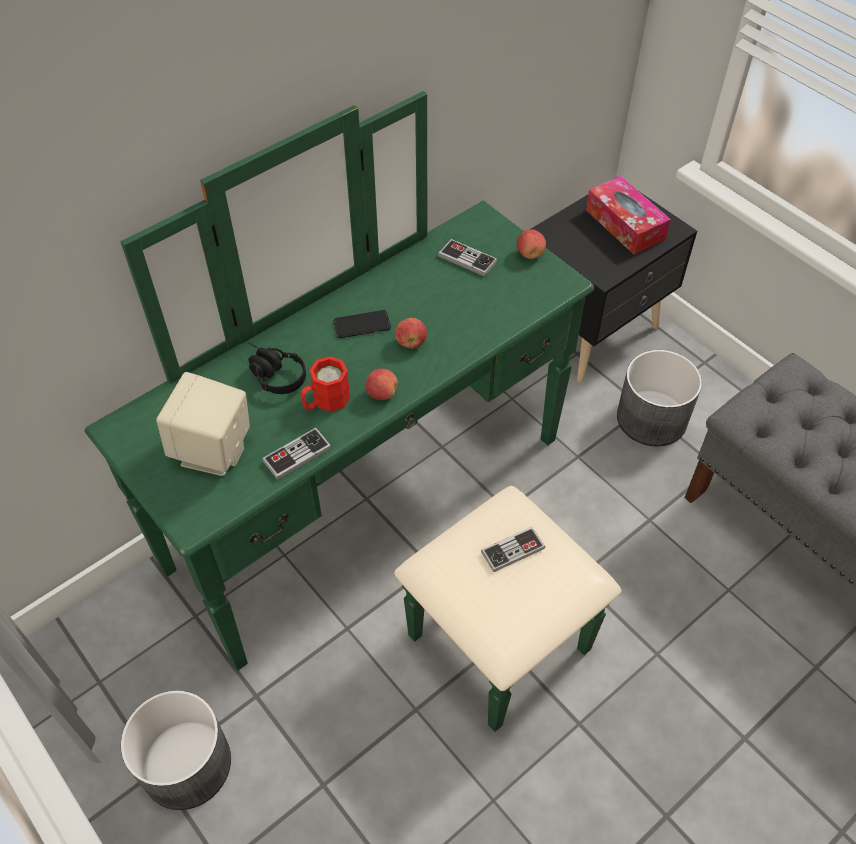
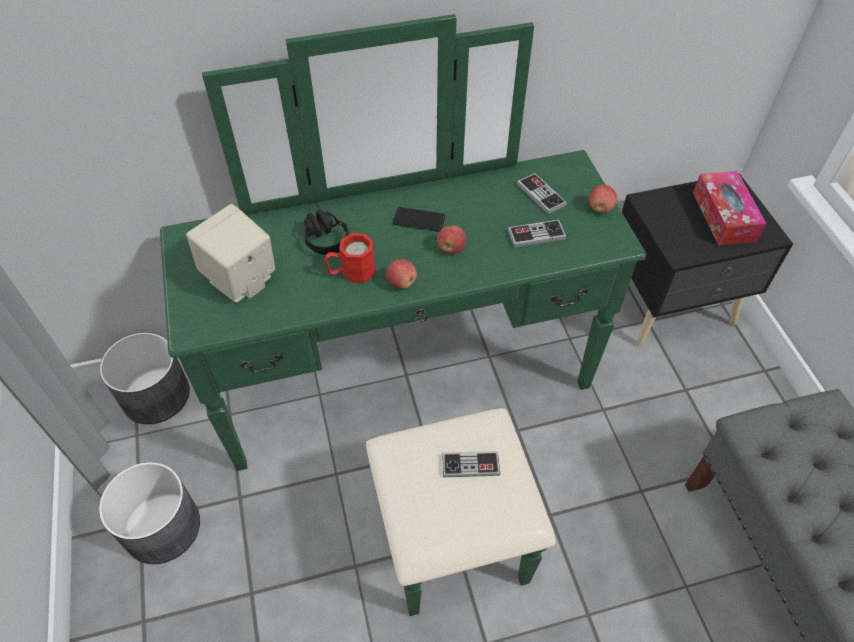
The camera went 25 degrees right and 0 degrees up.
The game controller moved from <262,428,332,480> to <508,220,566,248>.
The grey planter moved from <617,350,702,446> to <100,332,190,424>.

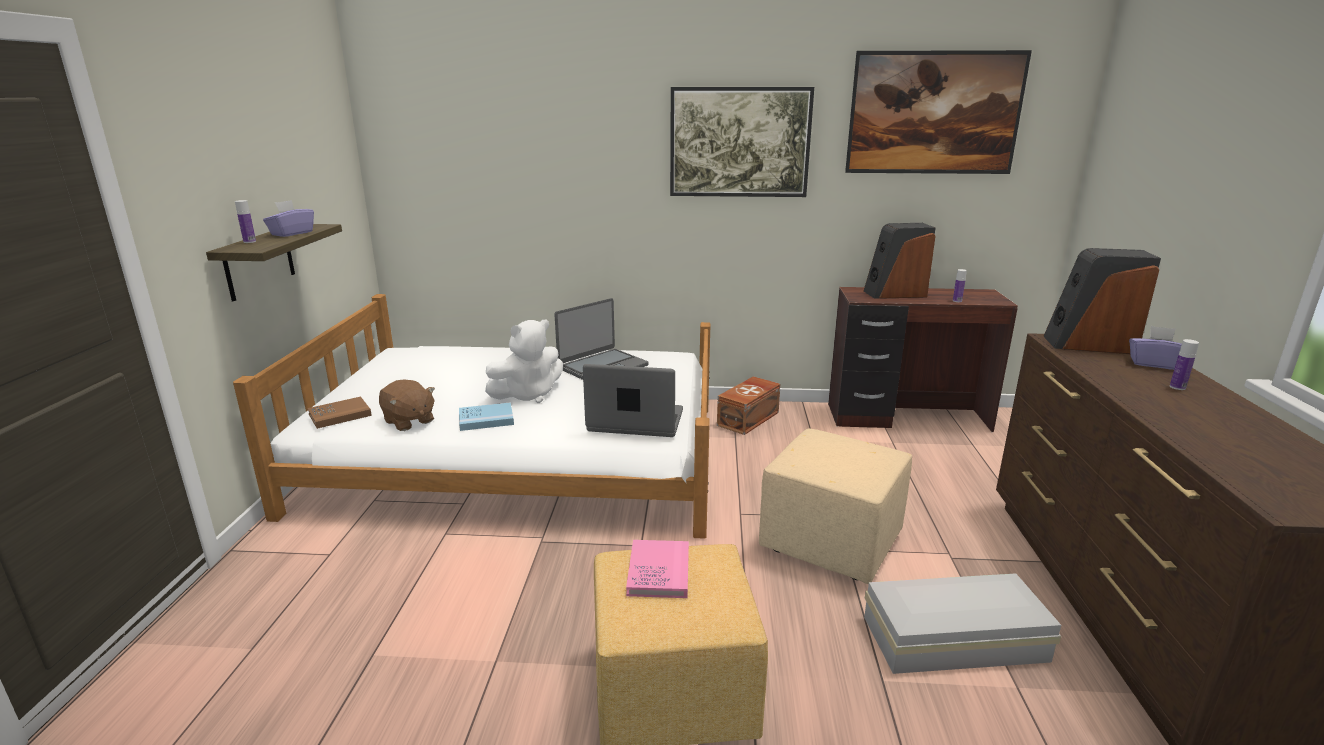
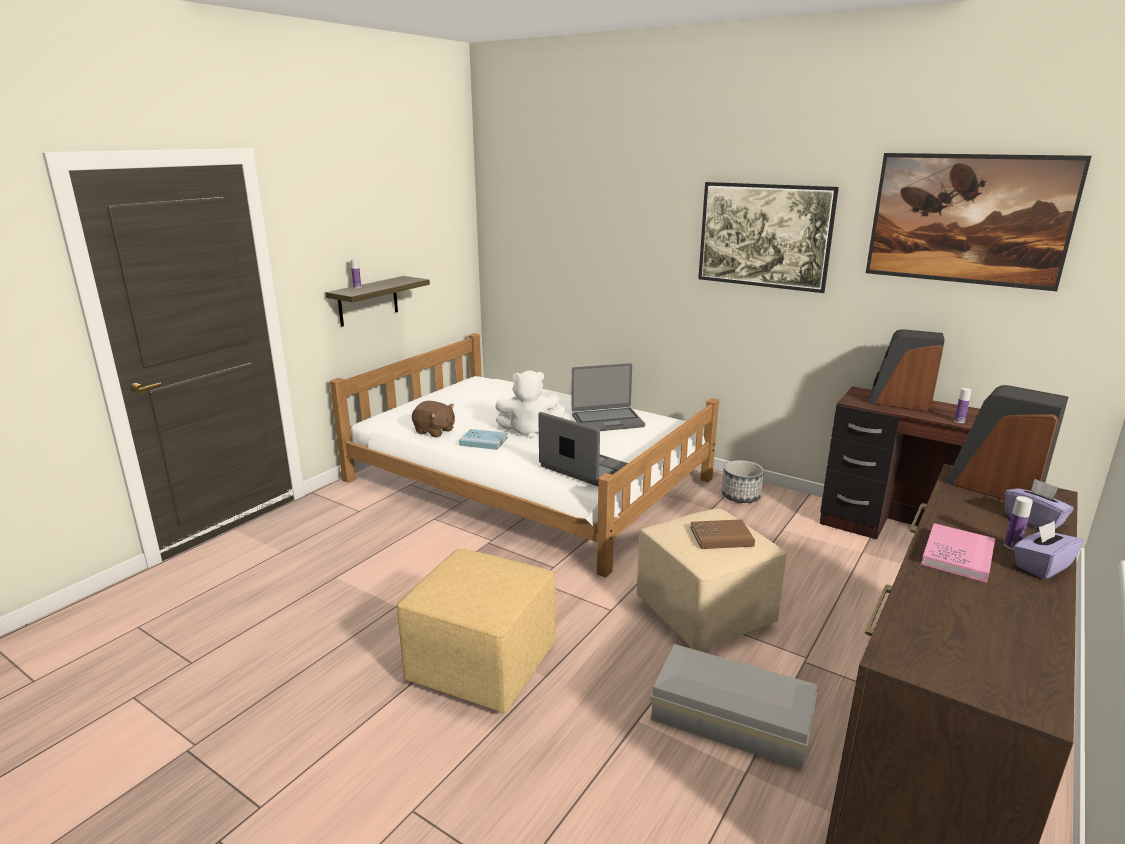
The camera went 30 degrees right and 0 degrees up.
The purple tissue box moved from <263,200,314,237> to <1014,521,1083,579>.
The brown book moved from <308,396,372,429> to <690,519,755,549>.
The brown plush toy at <379,380,435,431> turned 45 degrees counterclockwise.
The pink book moved from <626,540,689,598> to <921,523,995,583>.
The brown storage box at <717,376,780,435> was replaced by the planter at <722,460,764,503>.

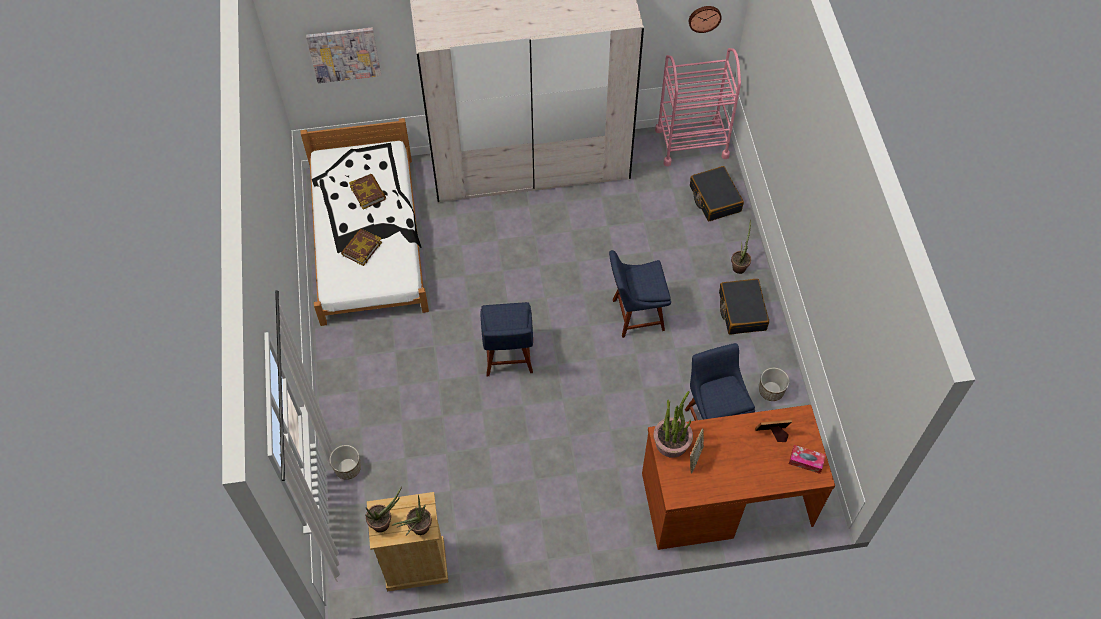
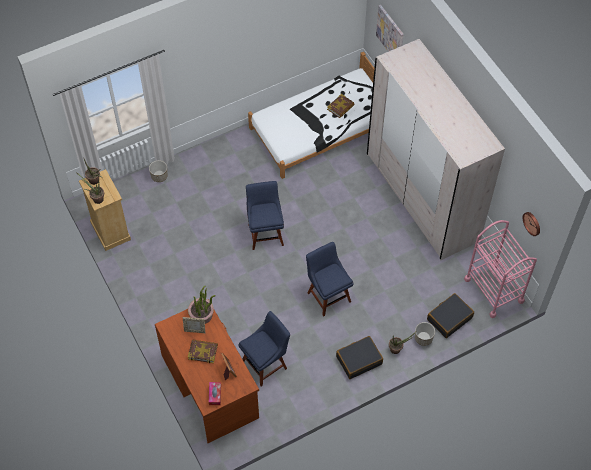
The camera went 70 degrees right and 0 degrees up.
The book moved from <341,229,382,266> to <188,339,218,363>.
The blue chair at <481,302,533,376> turned 105 degrees clockwise.
The planter moved from <759,368,789,401> to <415,322,435,346>.

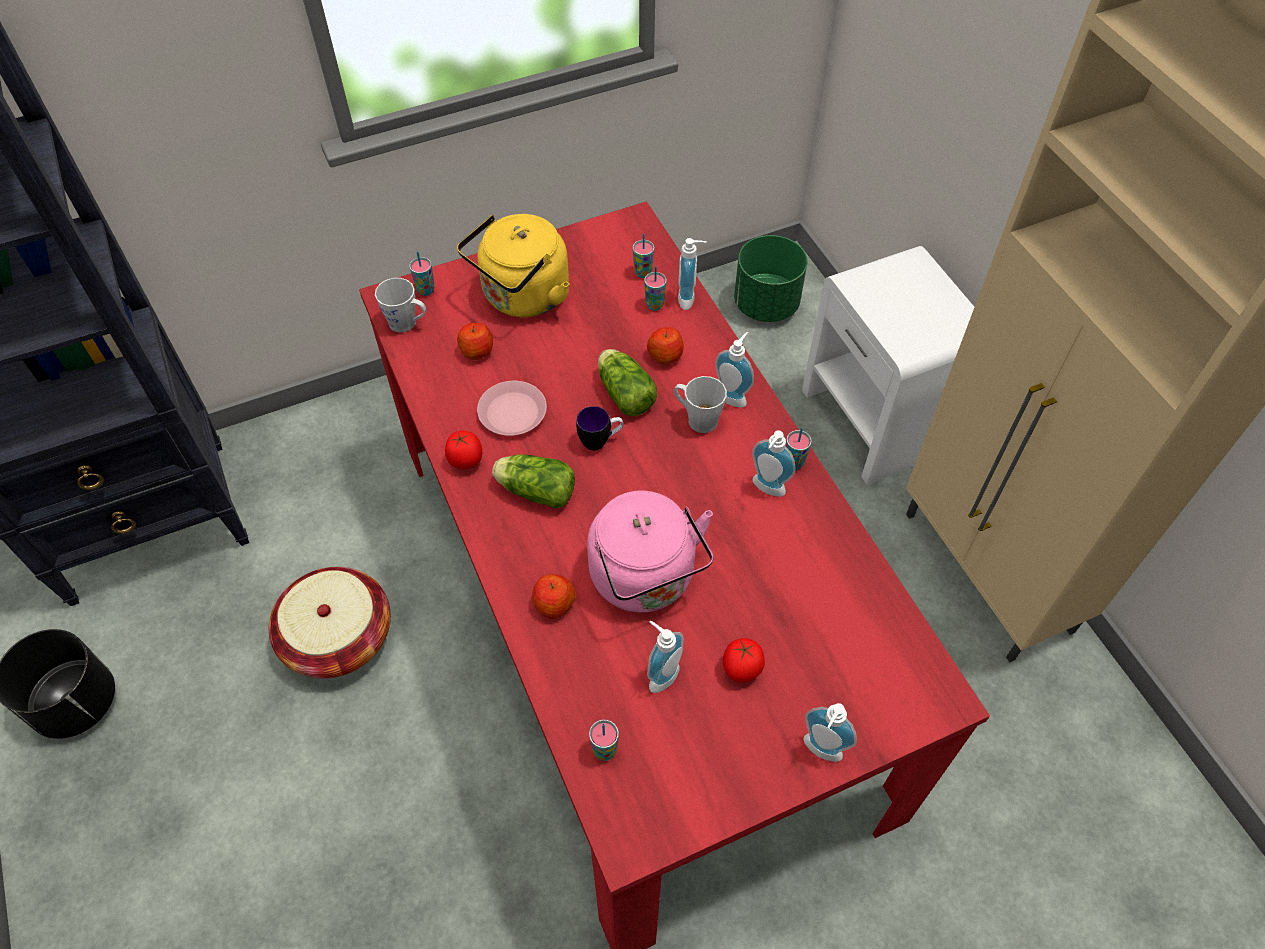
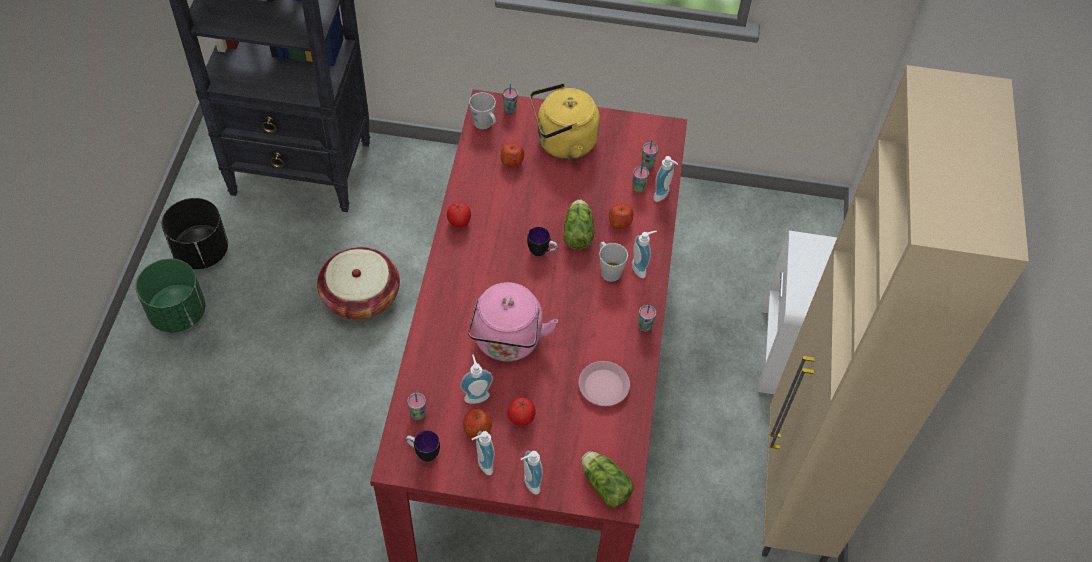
The camera went 30 degrees right and 0 degrees up.
The pink plate moved from <477,381,547,436> to <579,361,630,406>.
The lettuce moved from <492,454,575,509> to <581,451,634,508>.
The apple moved from <532,574,576,619> to <463,408,492,438>.
The green planter moved from <734,235,808,322> to <135,259,206,333>.
The soap dispenser moved from <752,430,795,497> to <472,431,495,475>.
The mug at <406,430,440,462> appeared.

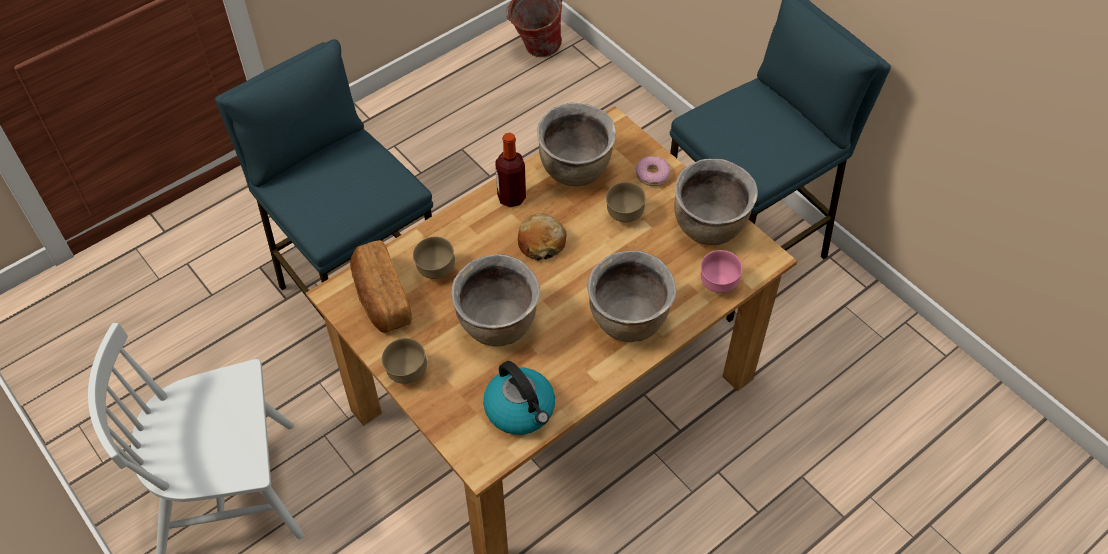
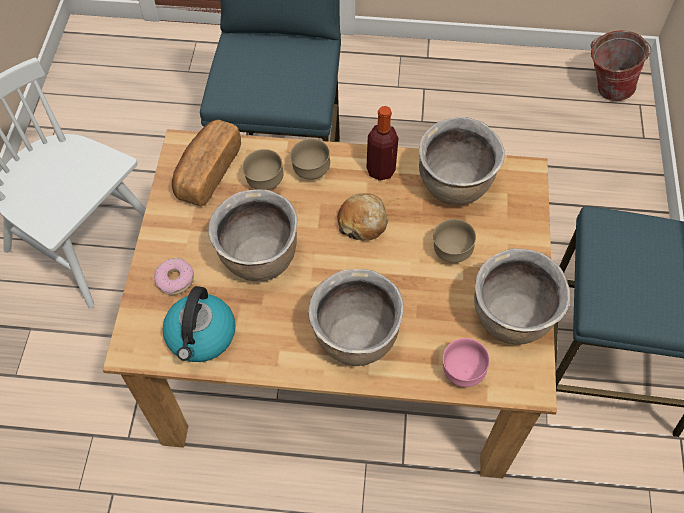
The camera went 45 degrees right and 5 degrees up.
The brown bowl moved from <382,338,427,384> to <290,139,330,179>.
The donut moved from <636,156,670,186> to <154,258,194,295>.

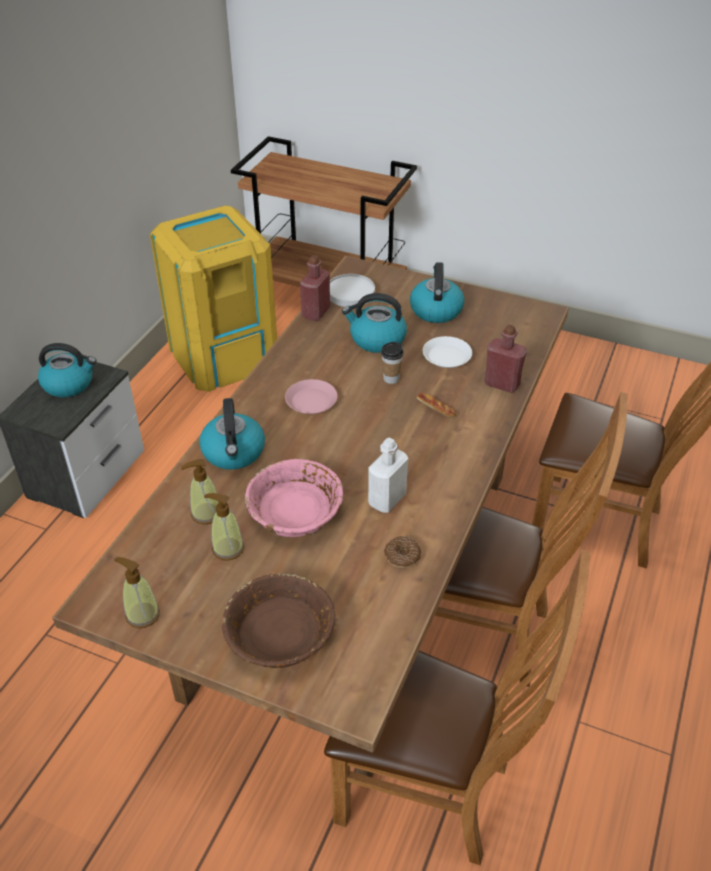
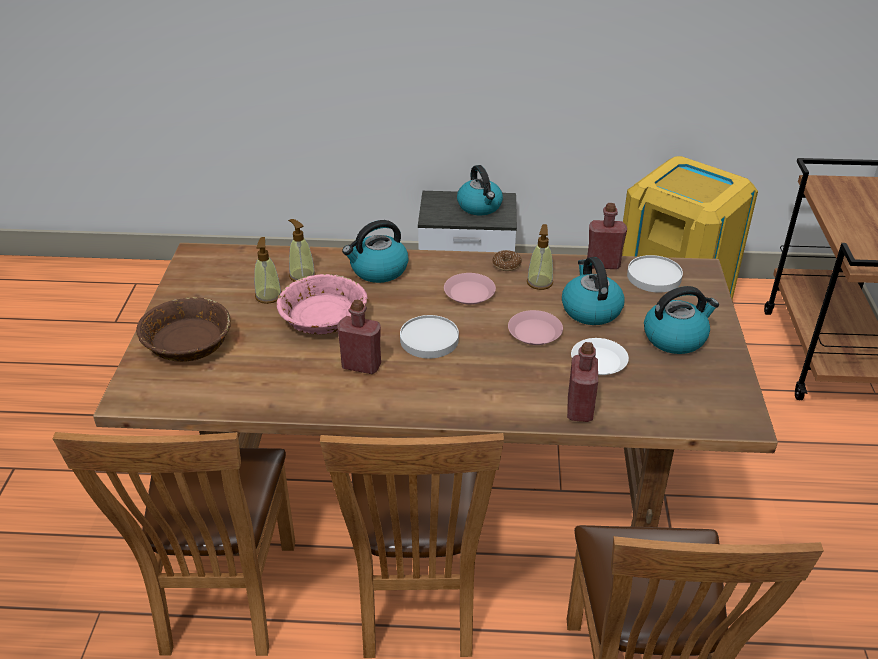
The camera went 70 degrees right and 5 degrees down.
The soap dispenser moved from <114,557,160,628> to <527,224,553,290>.
The white bottle at <368,438,408,513> became the red bottle at <337,300,381,374>.
The cup at <381,342,404,384> was replaced by the pink plate at <508,310,563,345>.
The donut moved from <384,536,421,568> to <492,250,522,271>.
The bread at <417,393,457,418> disappeared.
The white plate at <400,315,459,359> appeared.

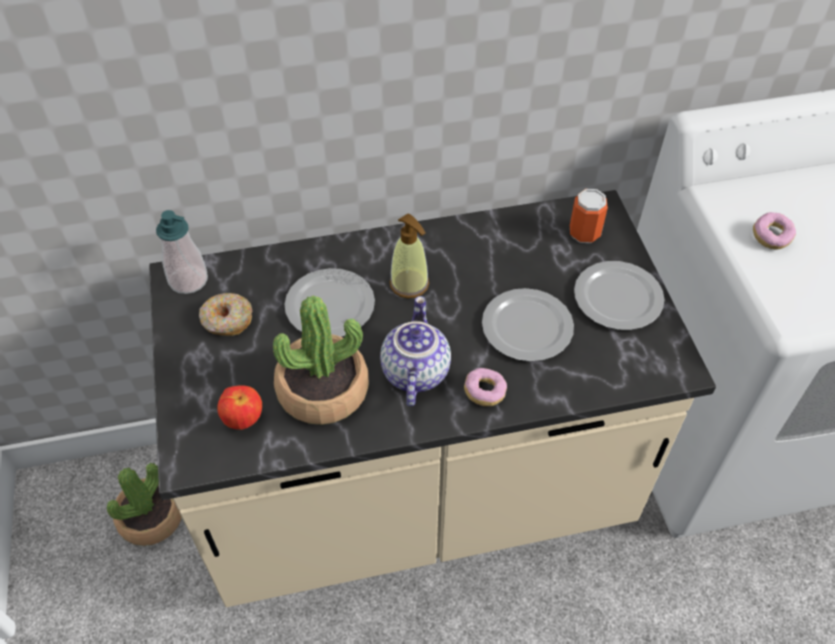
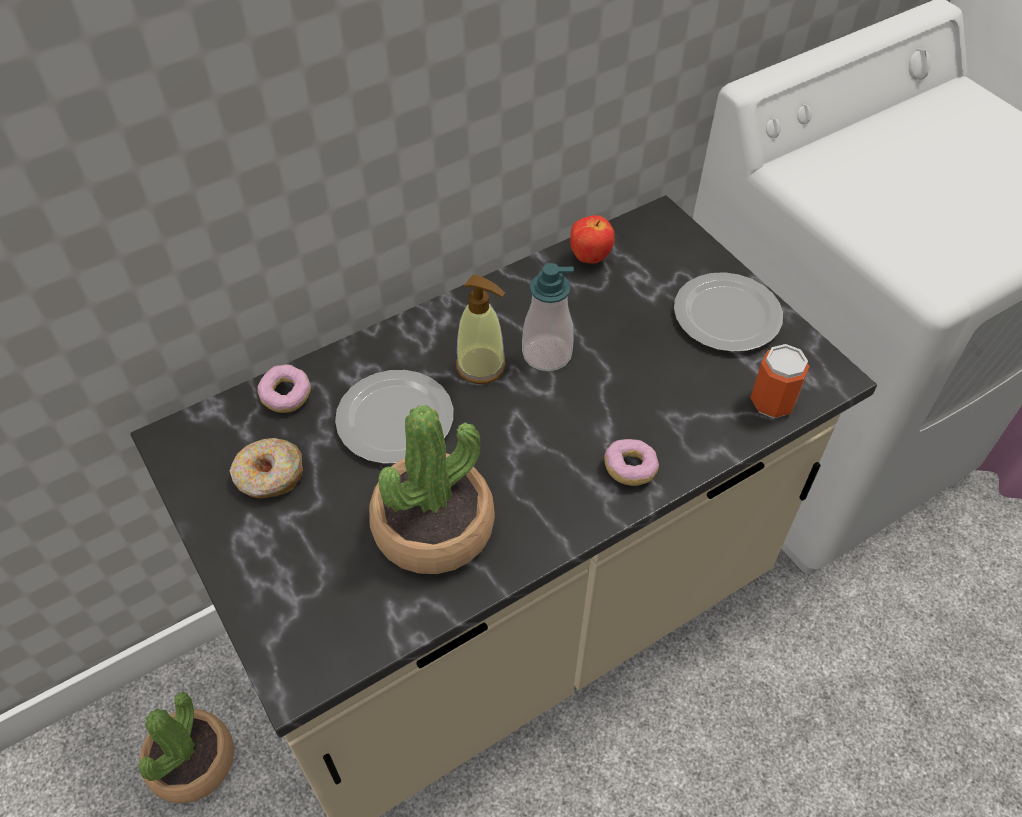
The camera went 20 degrees left and 0 degrees up.
The soap dispenser moved from <156,210,208,294> to <522,263,574,371>.
The apple moved from <217,385,262,430> to <570,215,615,264>.
The teapot at <380,296,451,406> disappeared.
The plate at <482,288,574,362> disappeared.
The can moved from <570,189,608,243> to <750,344,810,418>.
The donut moved from <753,212,796,250> to <257,364,311,413>.

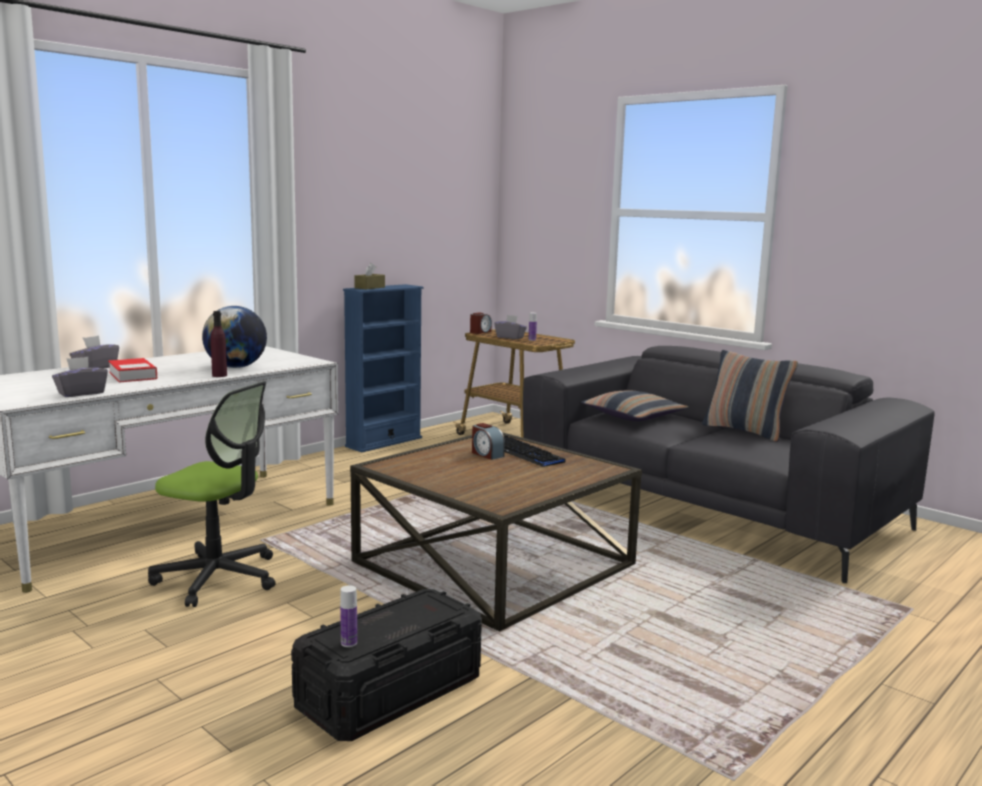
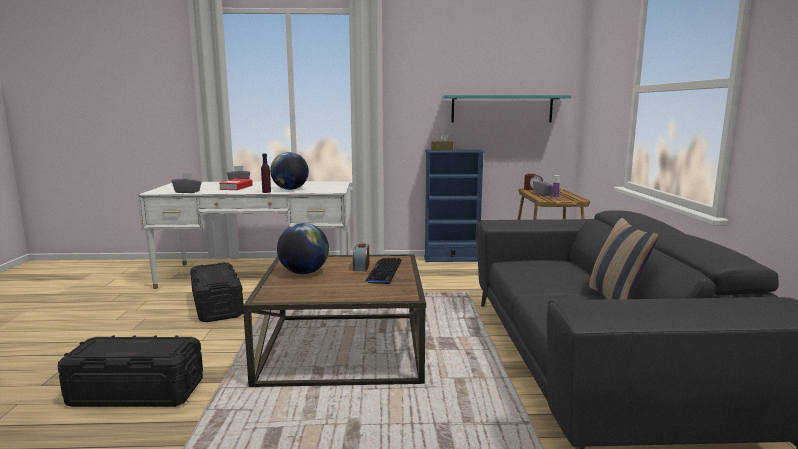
The camera went 45 degrees right and 0 degrees up.
The office chair at <148,381,276,607> was replaced by the black storage box at <190,262,244,322>.
The bottle at <340,585,357,647> disappeared.
The pillow at <581,391,689,421> disappeared.
The globe at <277,223,329,274> appeared.
The turquoise shelf at <442,95,571,123> appeared.

